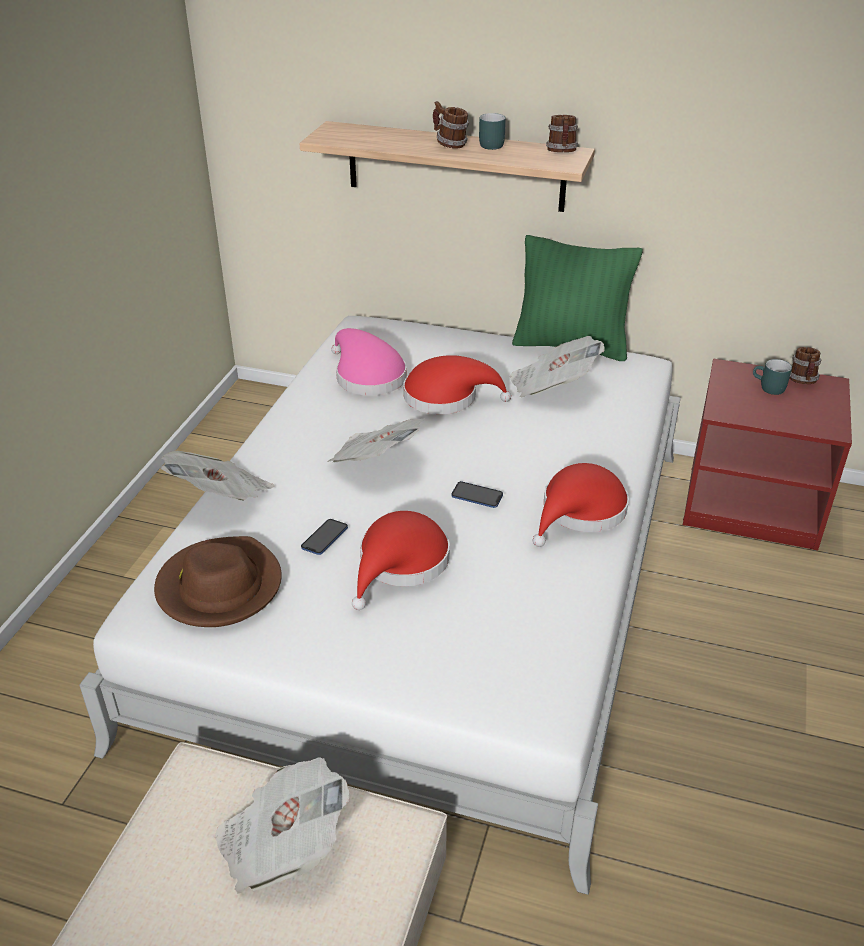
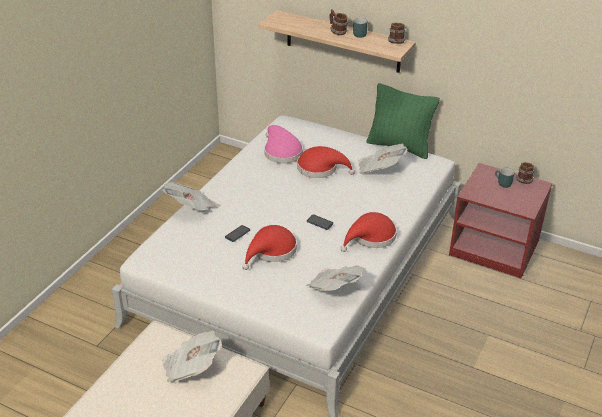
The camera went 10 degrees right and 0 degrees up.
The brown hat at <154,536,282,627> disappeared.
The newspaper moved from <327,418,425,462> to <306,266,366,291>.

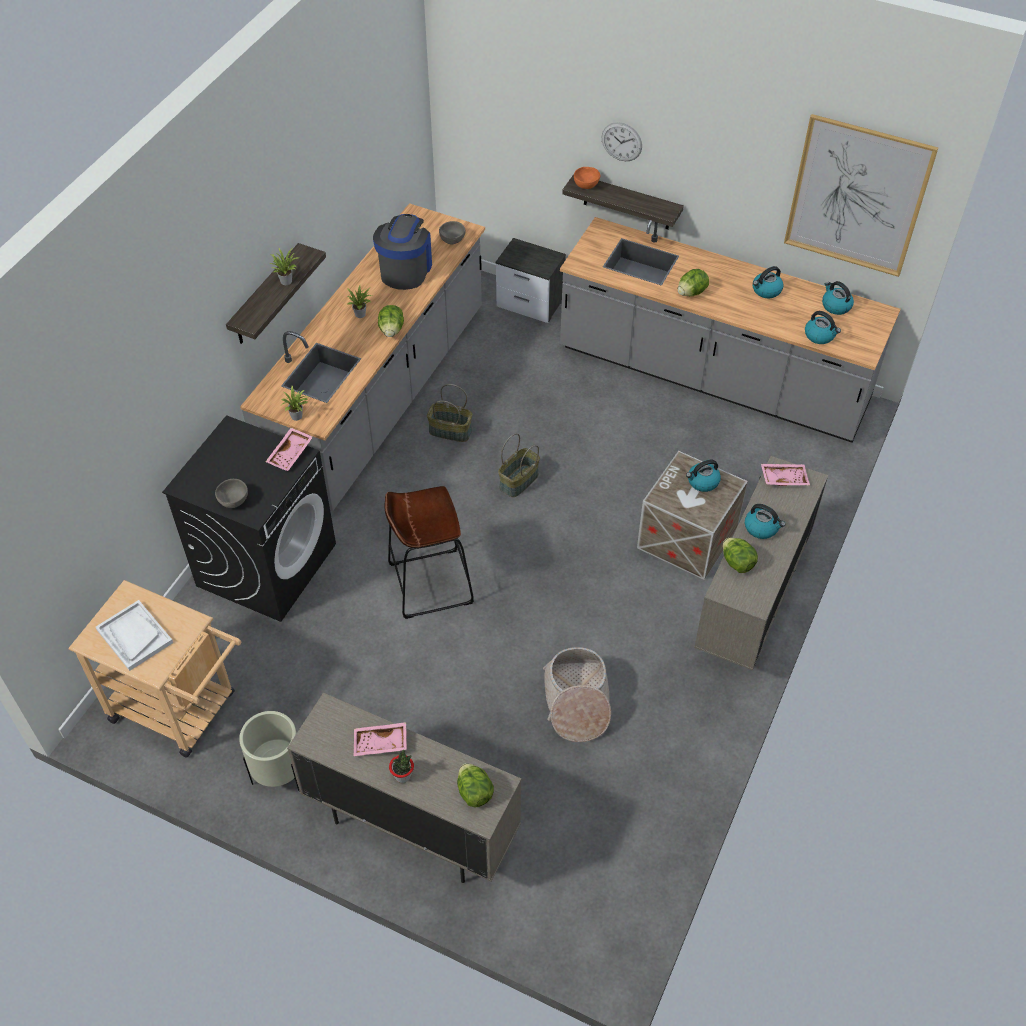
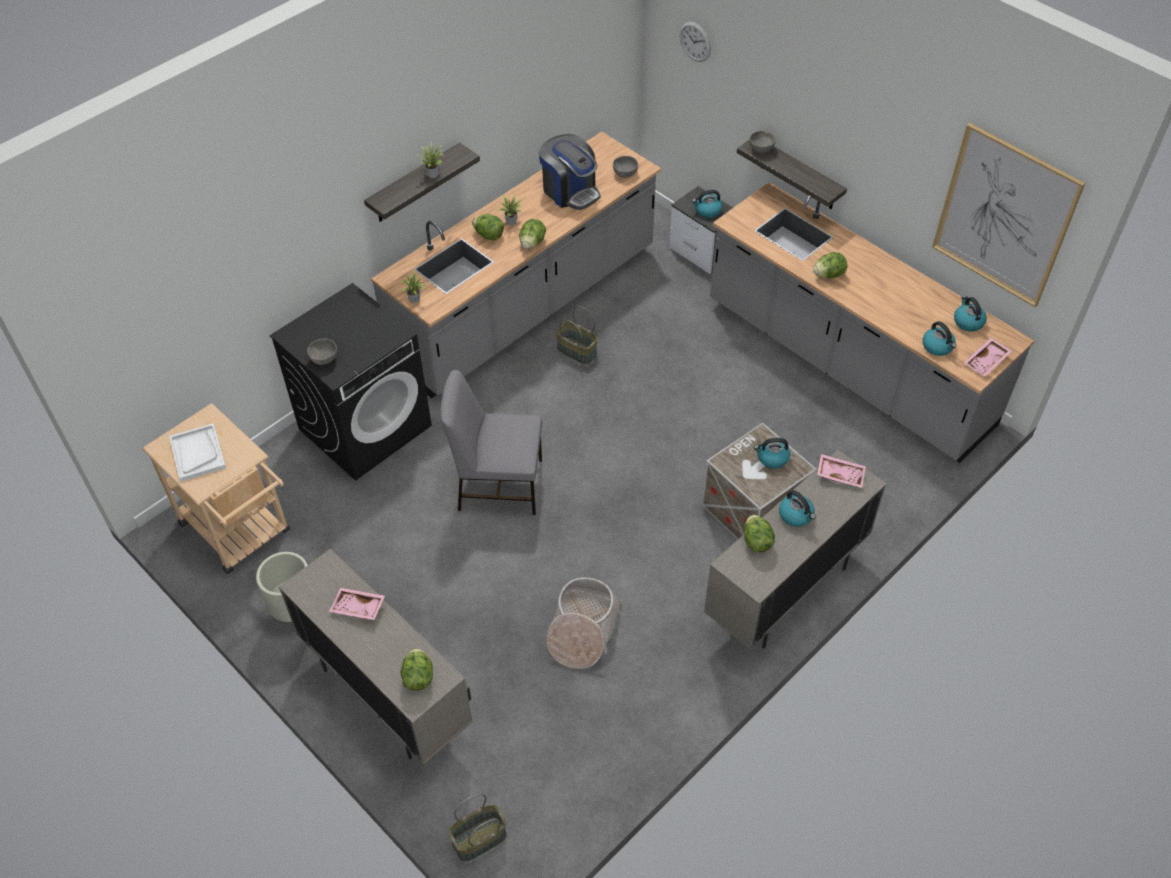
The camera went 20 degrees right and 0 degrees up.
The pink tray moved from <266,428,313,471> to <964,338,1012,377>.
The coffee machine at <373,214,432,290> turned 105 degrees clockwise.
The brown stool at <384,486,474,619> was replaced by the grey chair at <440,370,542,515>.
The potted plant at <389,750,414,783> disappeared.
The basket moved from <498,433,540,497> to <449,794,507,861>.
The orange bowl at <574,167,600,189> became the grey bowl at <749,131,776,153>.
The wall clock moved from <602,122,642,161> to <680,22,711,62>.
The kettle moved from <753,266,783,298> to <692,190,722,218>.
The lettuce at <472,214,504,240> appeared.

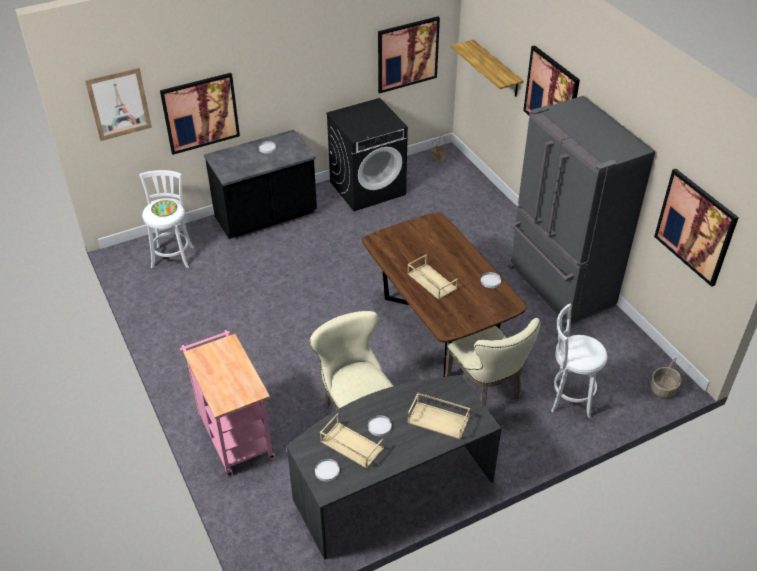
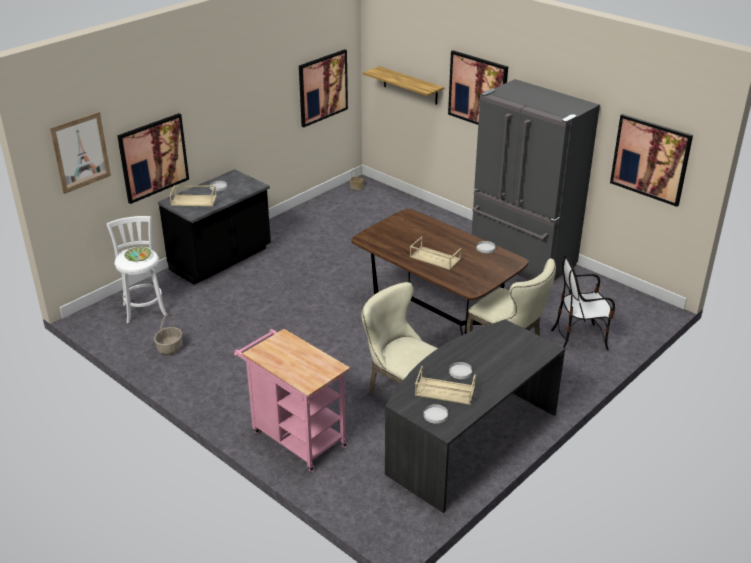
The camera went 20 degrees left and 10 degrees down.
The black washing machine at <326,98,408,211> disappeared.
The beige tray moved from <407,392,470,440> to <170,185,217,206>.
The white stool at <551,304,607,419> was replaced by the chair at <551,255,615,350>.
The basket moved from <651,357,682,398> to <154,313,182,355>.

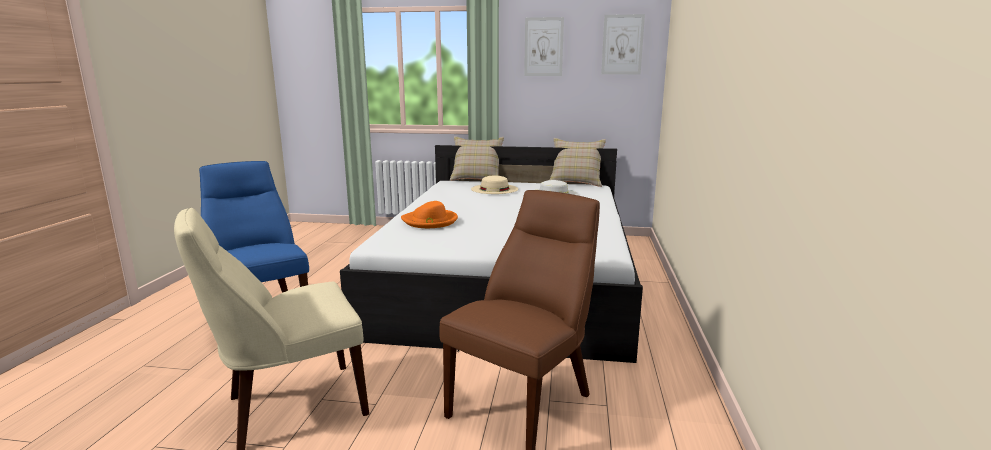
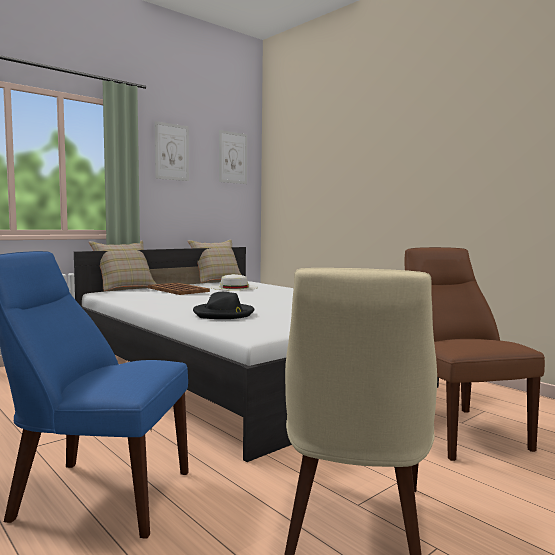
The camera went 50 degrees left and 10 degrees down.
The orange hat at <401,201,458,228> became the black hat at <193,292,254,319>.
The beige hat at <471,176,518,194> was replaced by the brown tray at <148,283,210,295>.

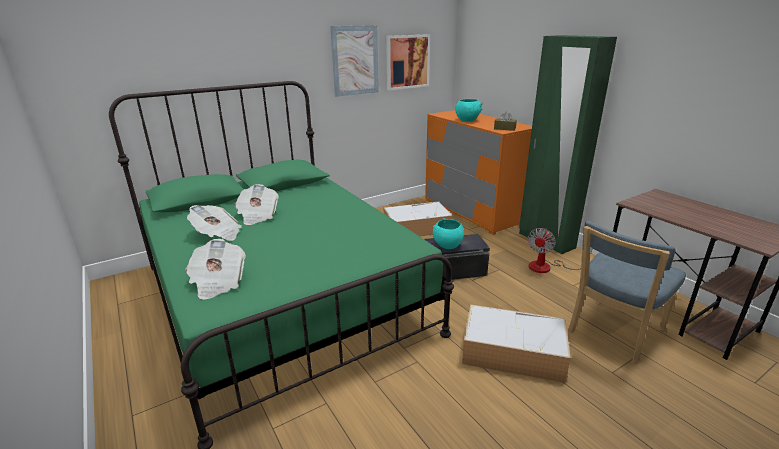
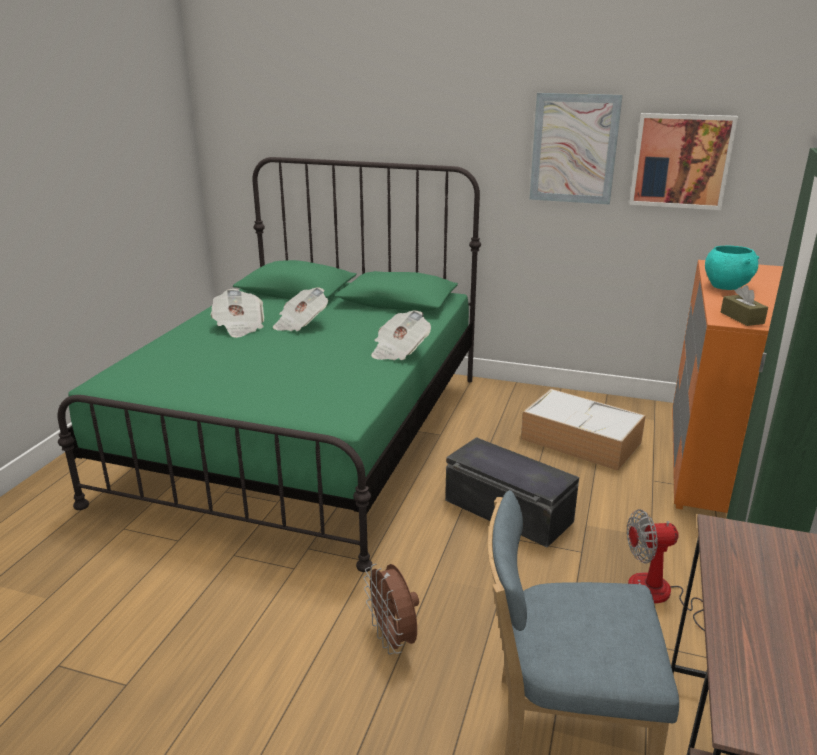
The camera went 50 degrees right and 0 degrees up.
The newspaper moved from <186,239,246,300> to <371,310,431,360>.
The turquoise bowl at <433,218,464,249> disappeared.
The storage box at <462,304,571,383> was replaced by the brown fan at <364,564,419,654>.

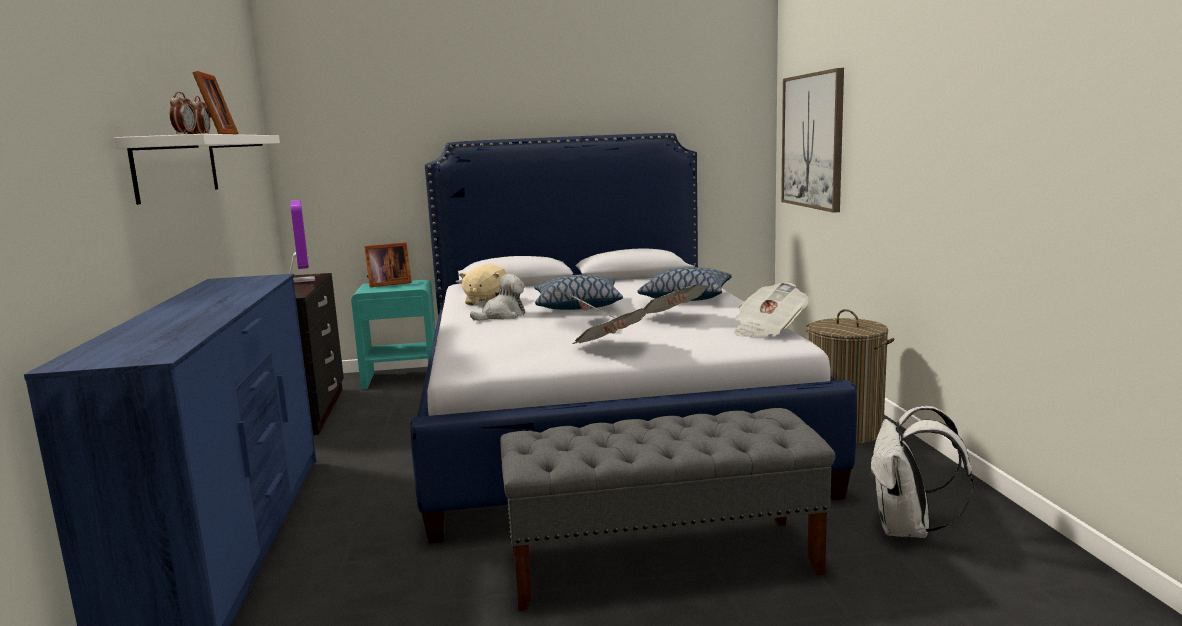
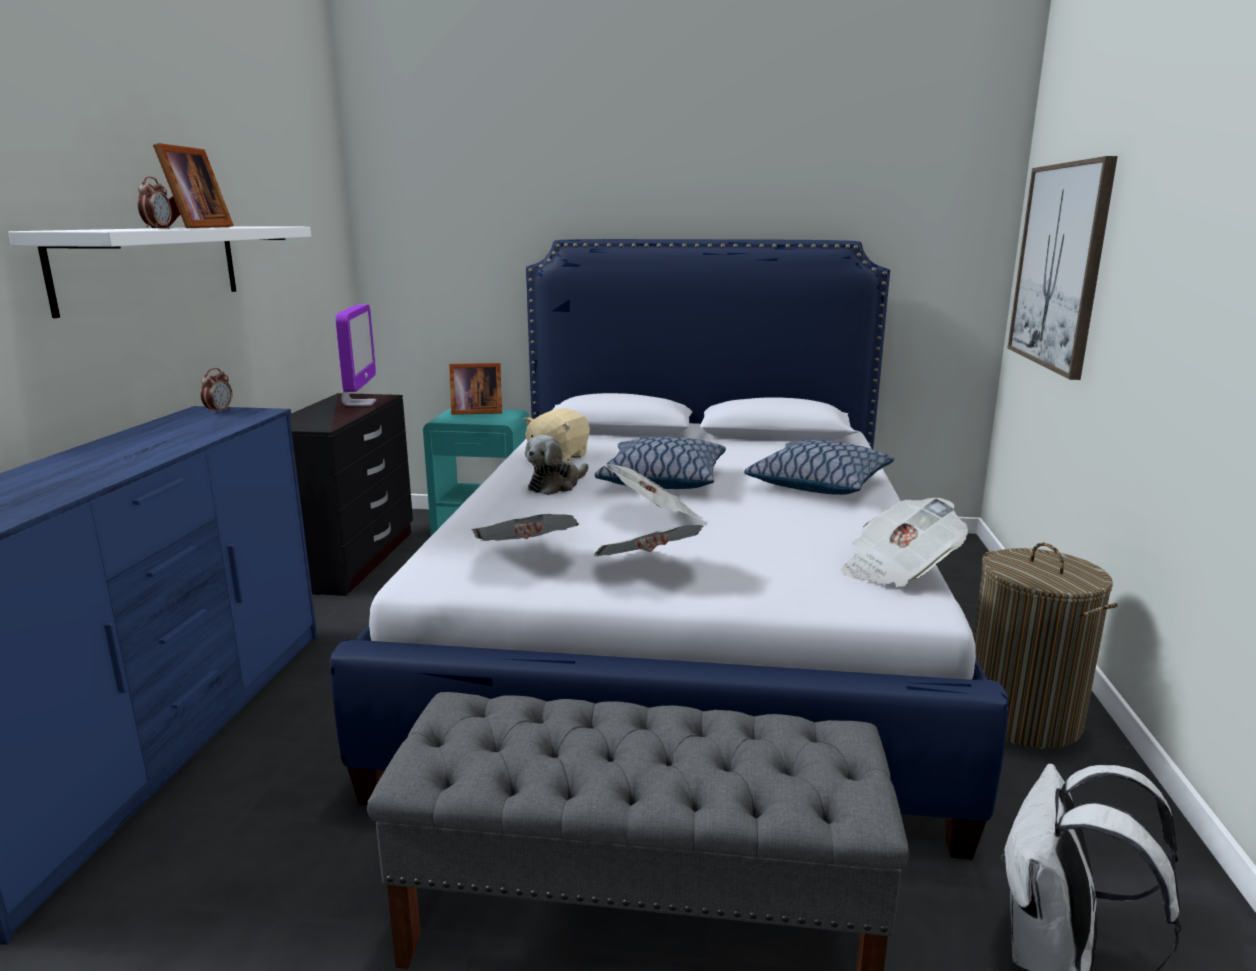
The camera went 15 degrees right and 5 degrees up.
The alarm clock moved from <169,92,196,134> to <200,368,232,414>.
The plush toy at <470,274,525,321> turned 150 degrees clockwise.
The newspaper moved from <643,284,707,314> to <471,514,579,541>.

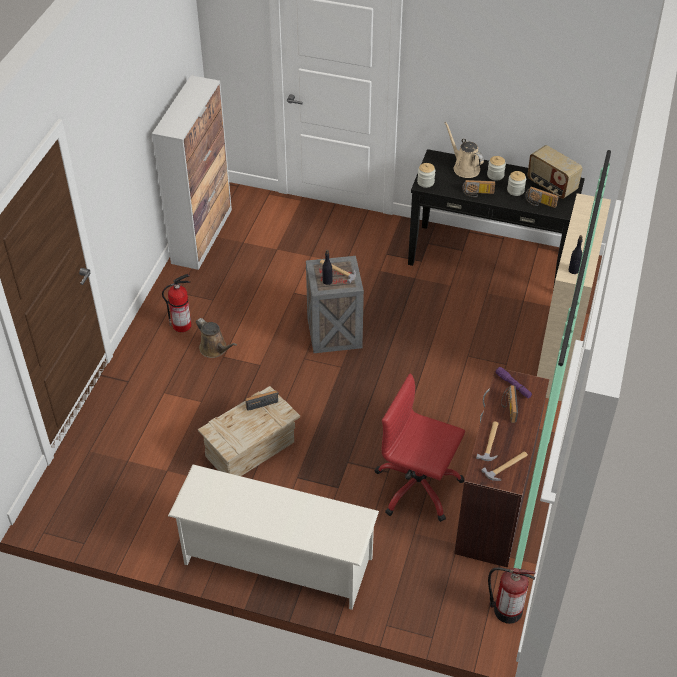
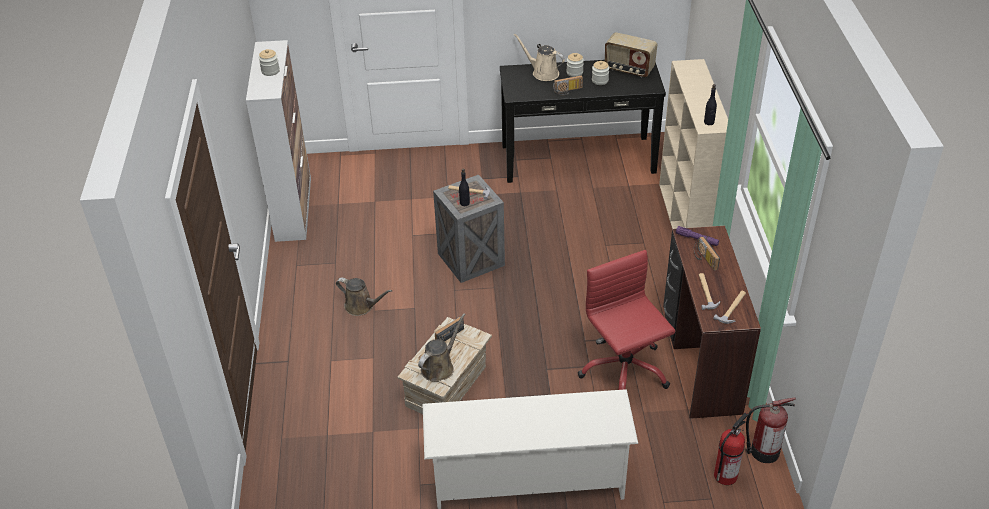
The camera went 20 degrees left and 5 degrees down.
The fire extinguisher moved from <162,274,191,332> to <714,413,749,485>.
The red office chair at <375,374,465,522> turned 60 degrees clockwise.
The jar moved from <417,163,436,188> to <259,49,280,76>.
The radio at <526,187,559,208> disappeared.
The brown watering can at <418,313,466,382> appeared.

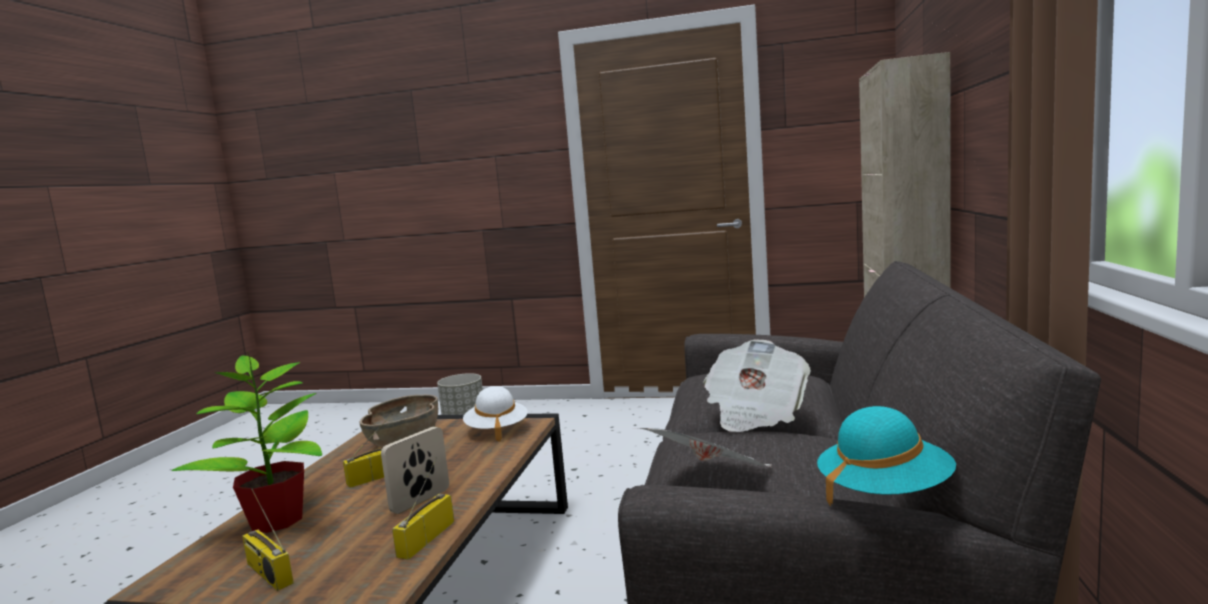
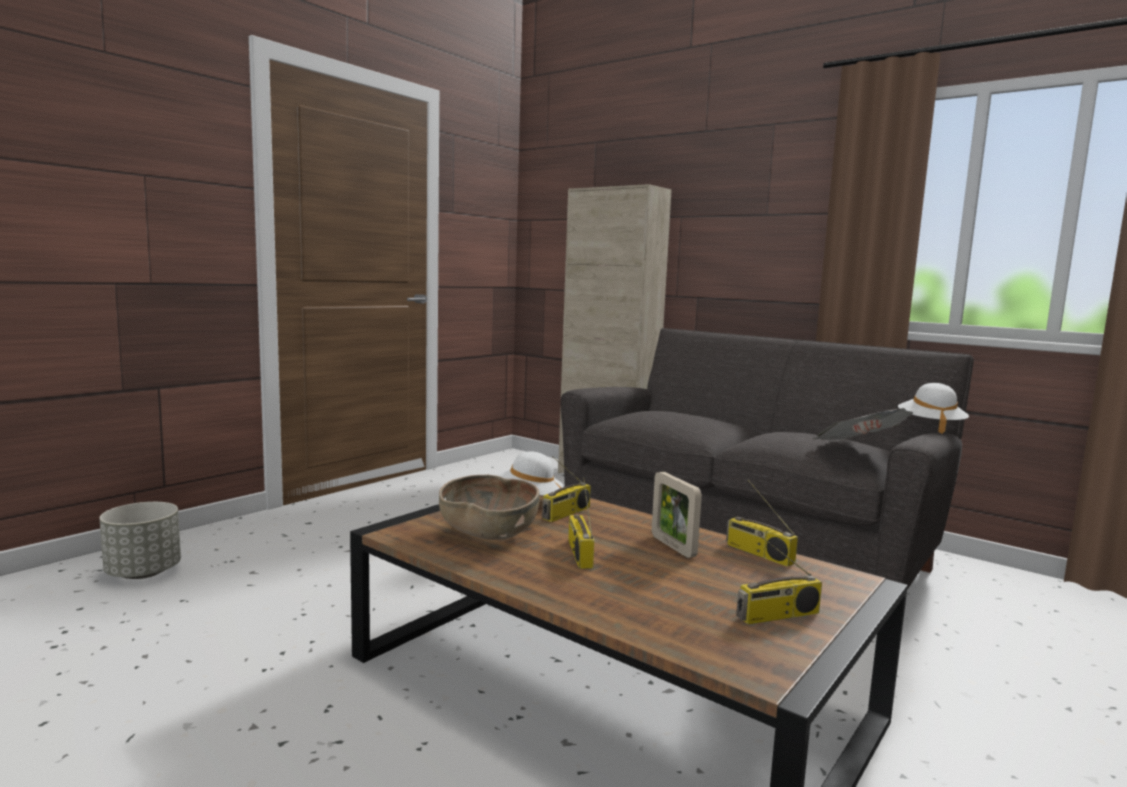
The camera went 65 degrees left and 0 degrees up.
The potted plant at <171,352,322,533> disappeared.
The newspaper at <703,339,811,432> disappeared.
The turquoise hat at <817,406,956,507> became the white hat at <898,383,969,434>.
The radio at <542,456,591,522> appeared.

